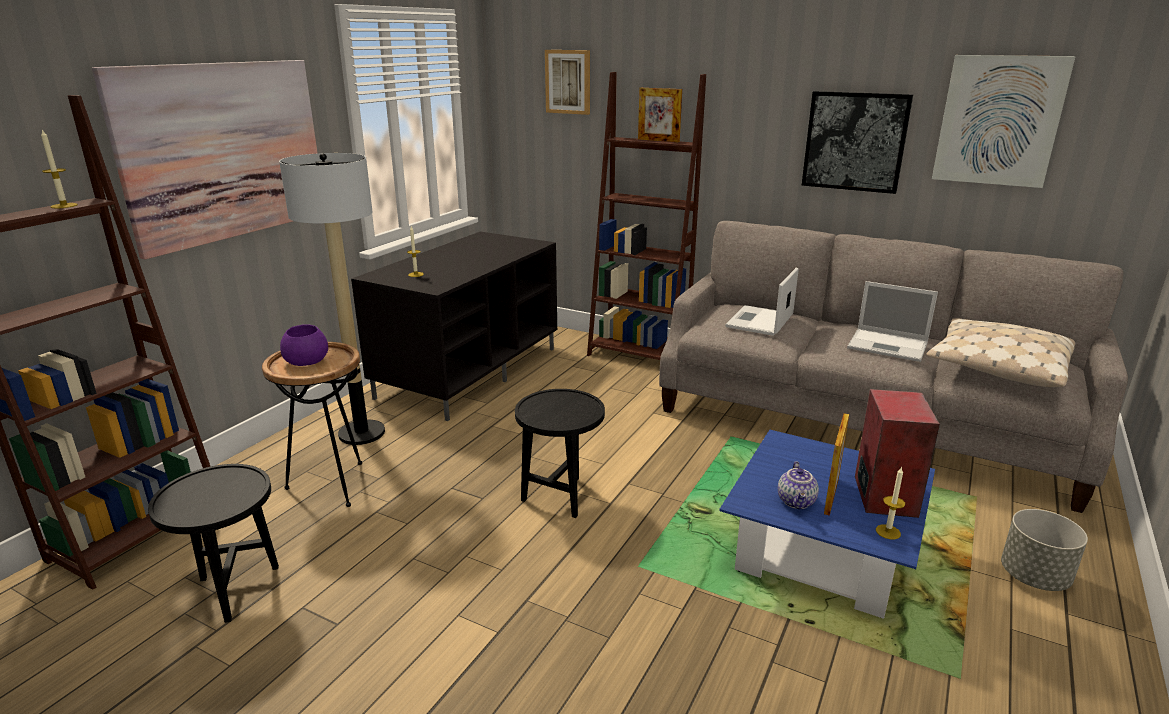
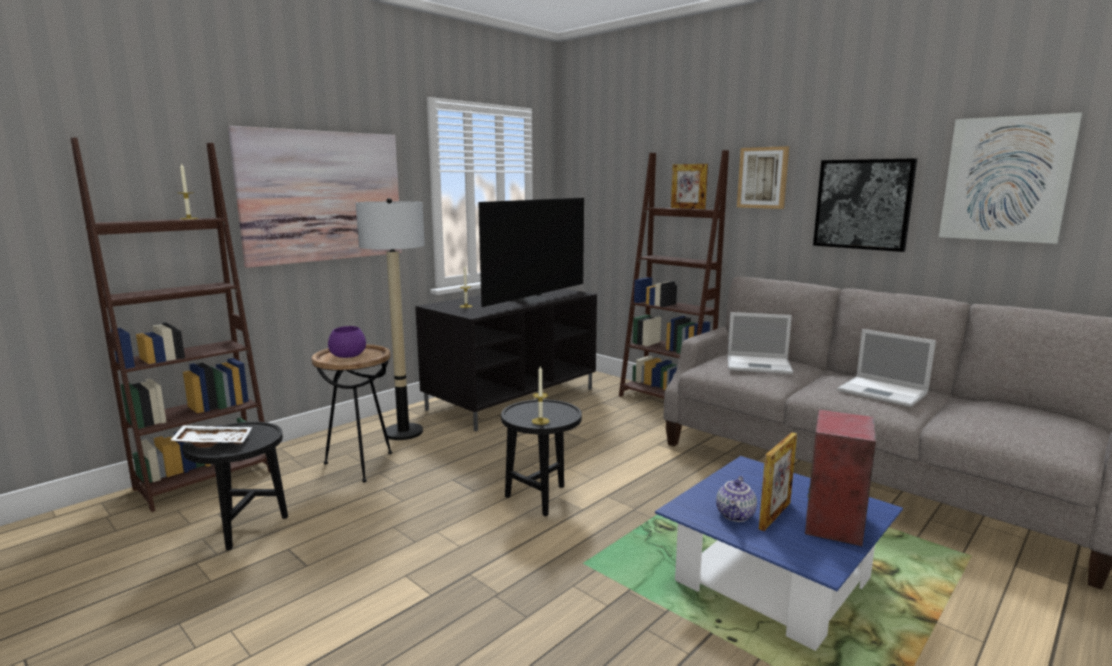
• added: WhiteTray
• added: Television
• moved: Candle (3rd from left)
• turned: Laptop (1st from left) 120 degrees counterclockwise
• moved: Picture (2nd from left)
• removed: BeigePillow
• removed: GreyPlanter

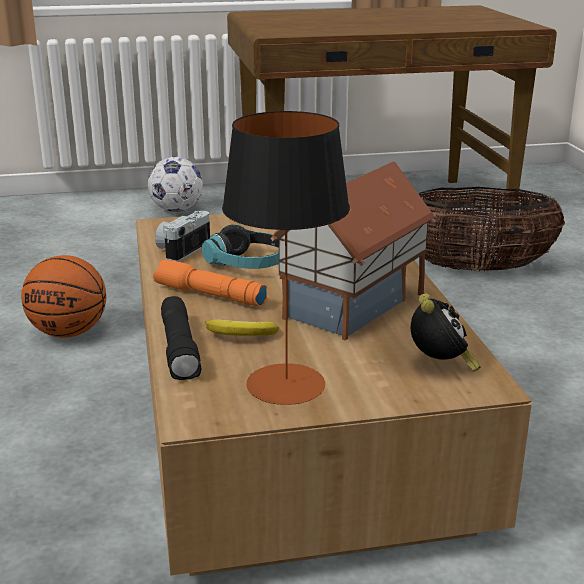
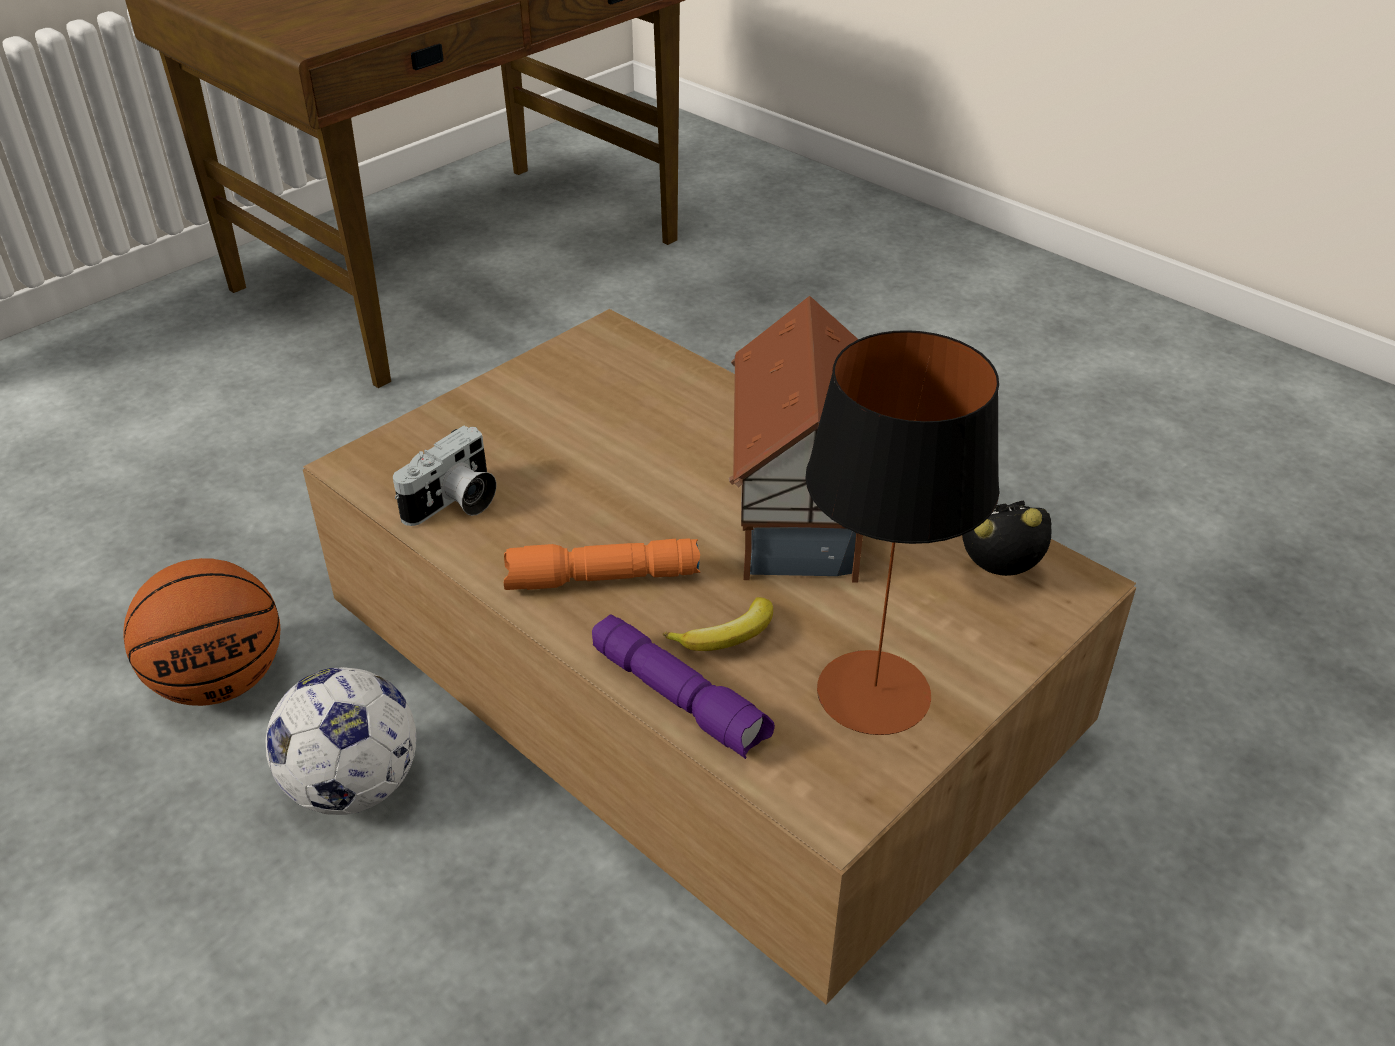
• moved: Football
• turned: PhotoCamera 135 degrees counterclockwise
• recoloured: BlackFlashlight to PurpleFlashlight
• turned: AlarmClock 60 degrees counterclockwise
• removed: Headphones
• removed: Basket

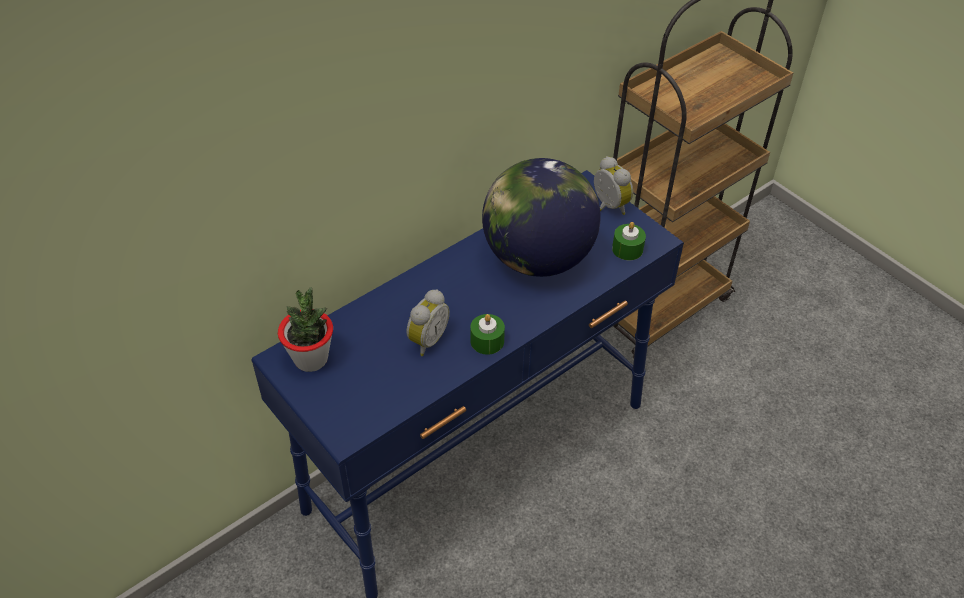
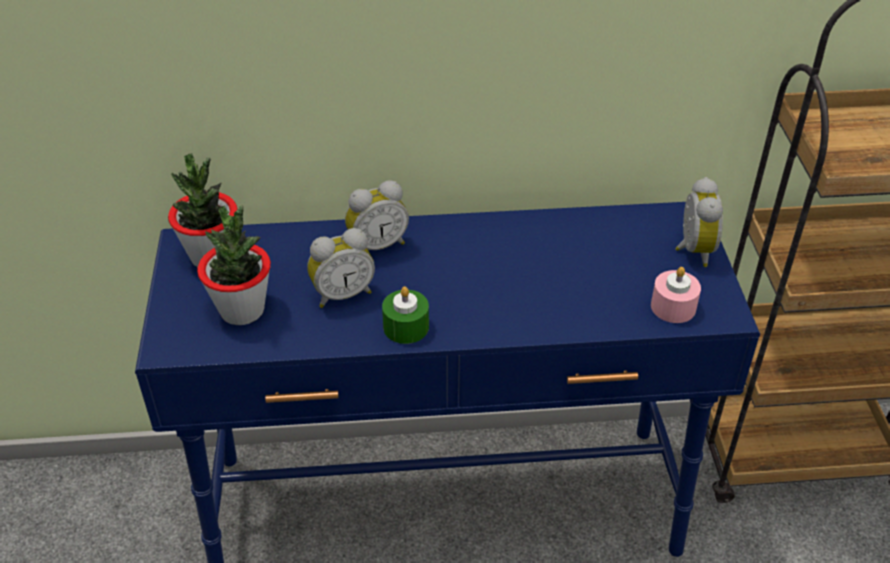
• added: PottedPlant (2nd from left)
• added: AlarmClock (2nd from left)
• recoloured: GreenCandle (2nd from left) to PinkCandle
• removed: Globe

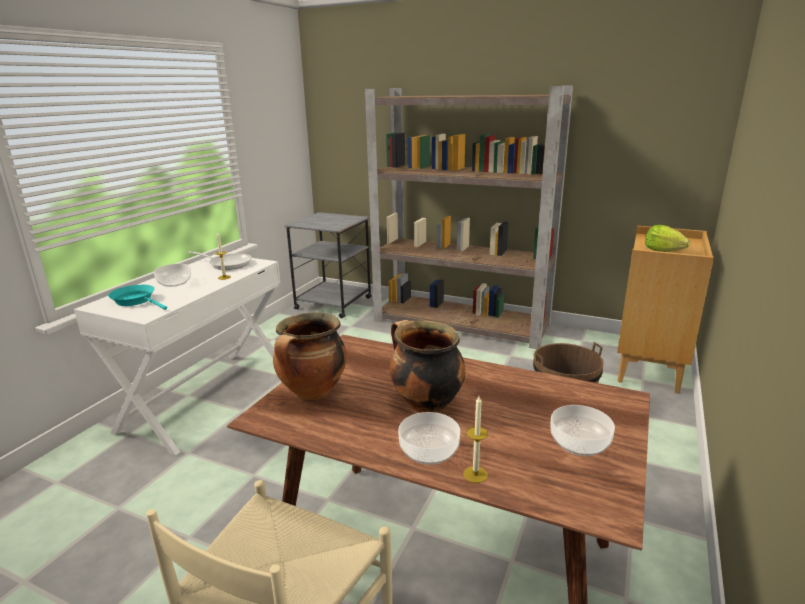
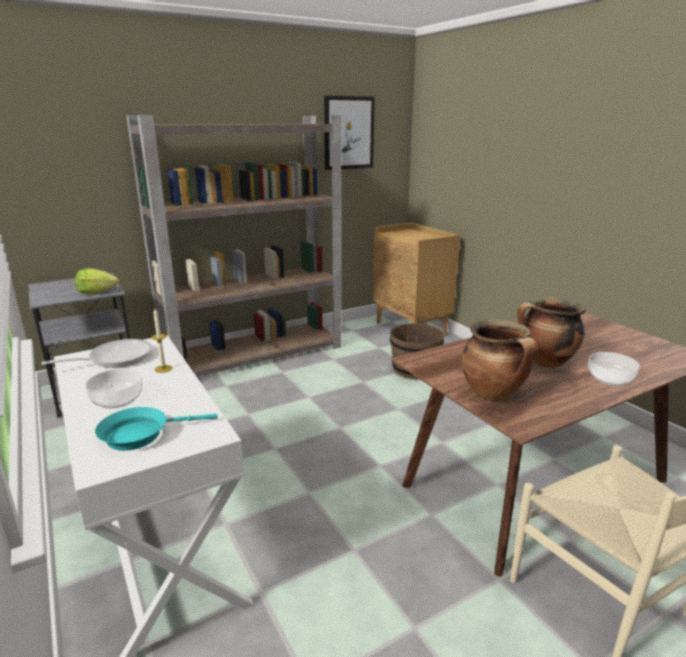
• moved: Lettuce
• added: Picture
• removed: Candle (2nd from left)
• removed: Bowl (3rd from left)

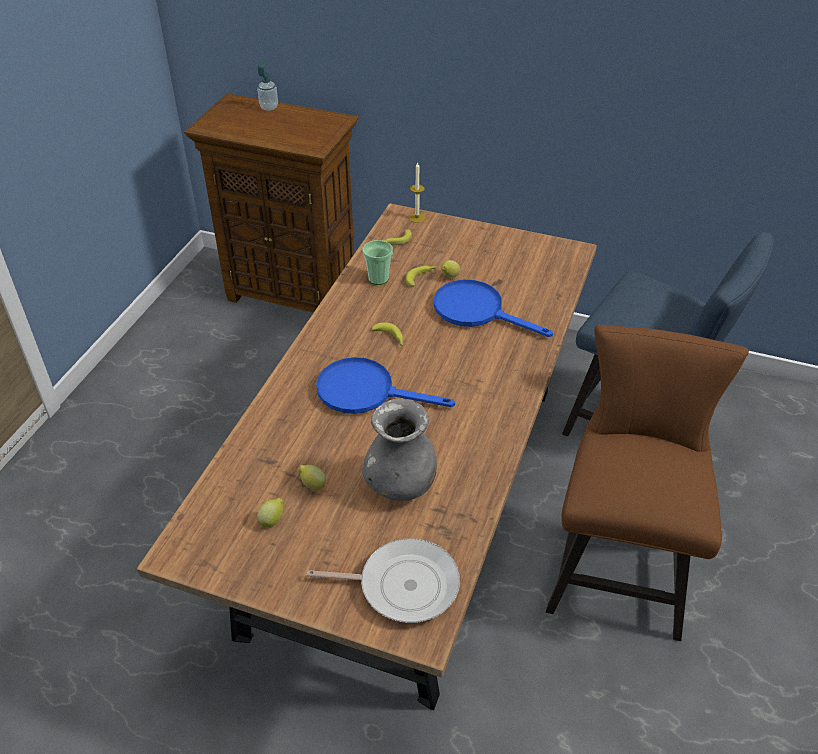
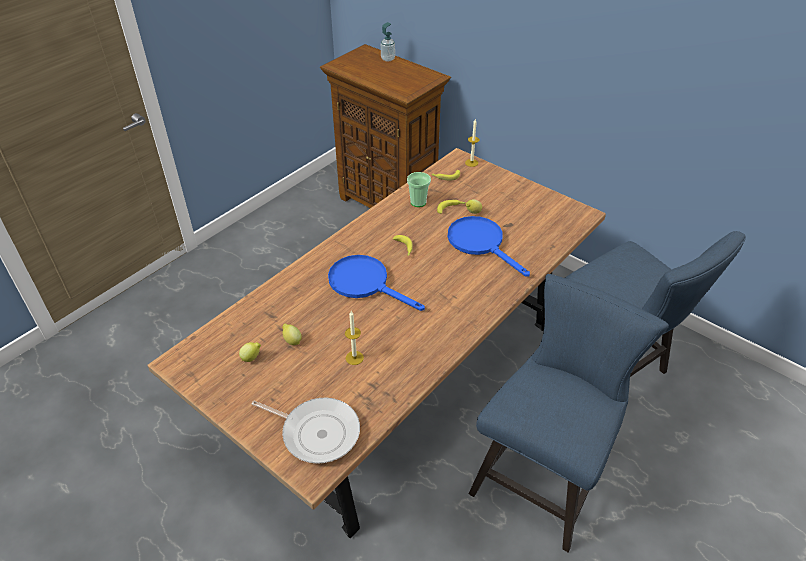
• replaced: GreyVase to Candle (1st from left)
• recoloured: BrownChair to BlueChair (1st from left)

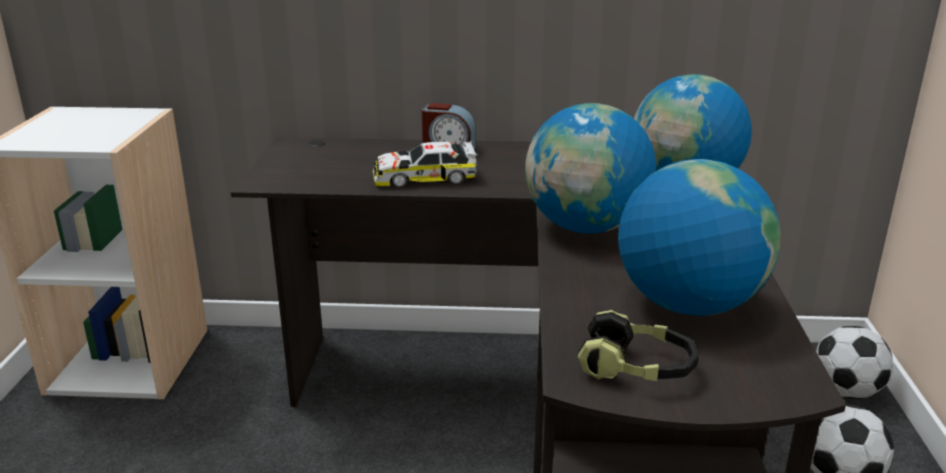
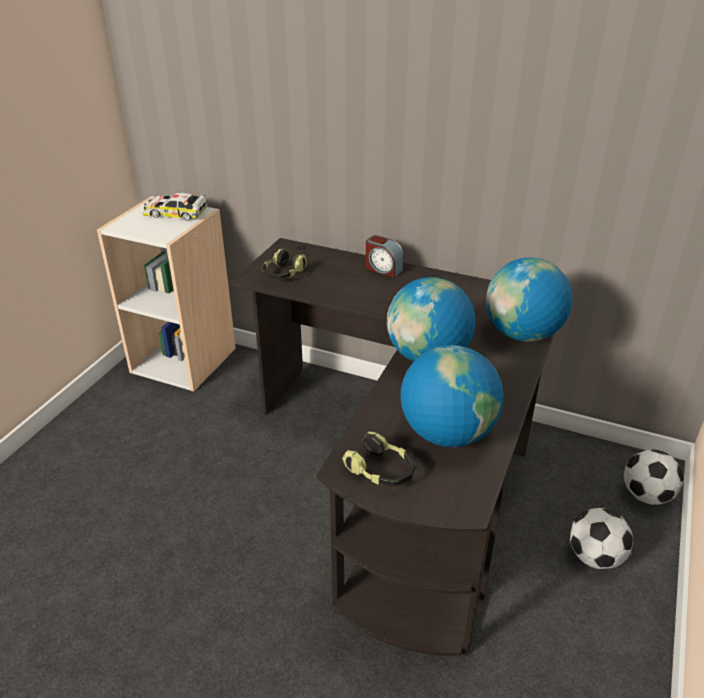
• moved: ToyCar
• added: Headphones (1st from left)

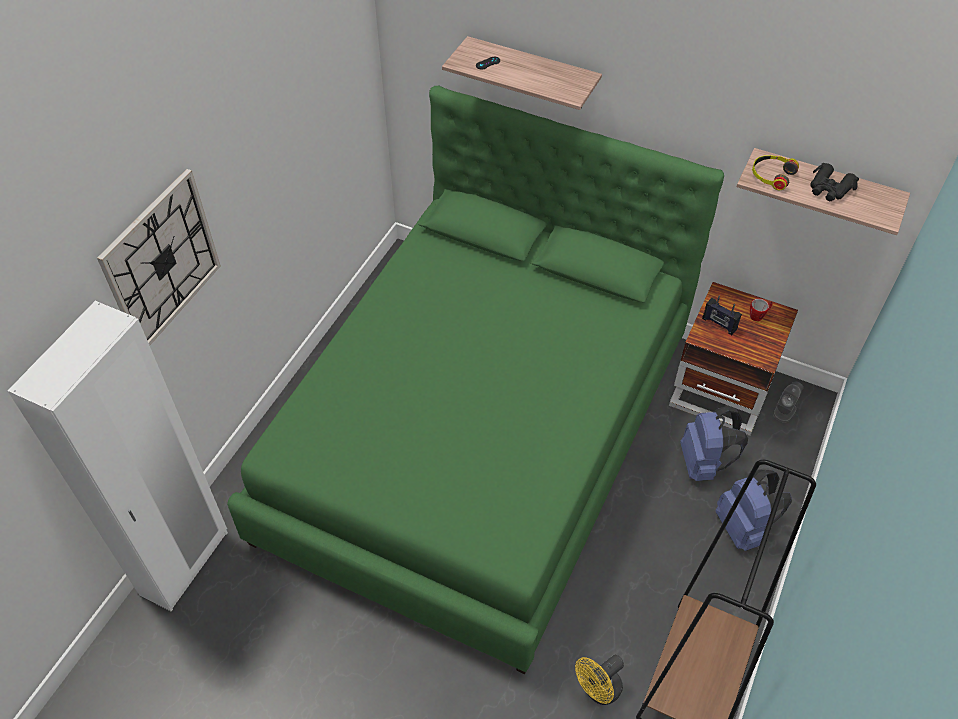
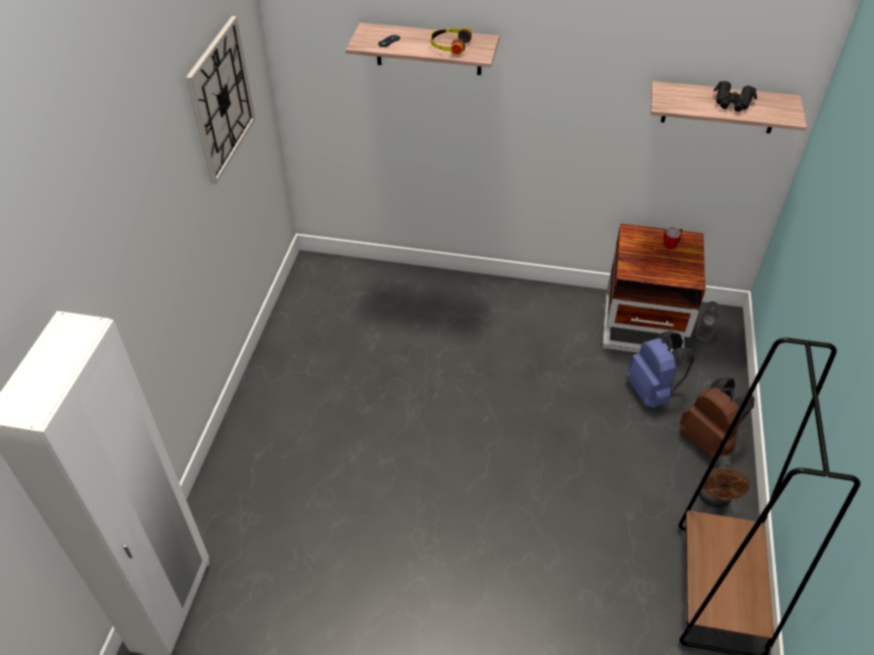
• moved: WallClock
• moved: Headphones
• recoloured: BlueBackpack (2nd from left) to BrownBackpack
• added: BrownFan
• removed: GreenBed
• removed: YellowFan
• removed: Radio

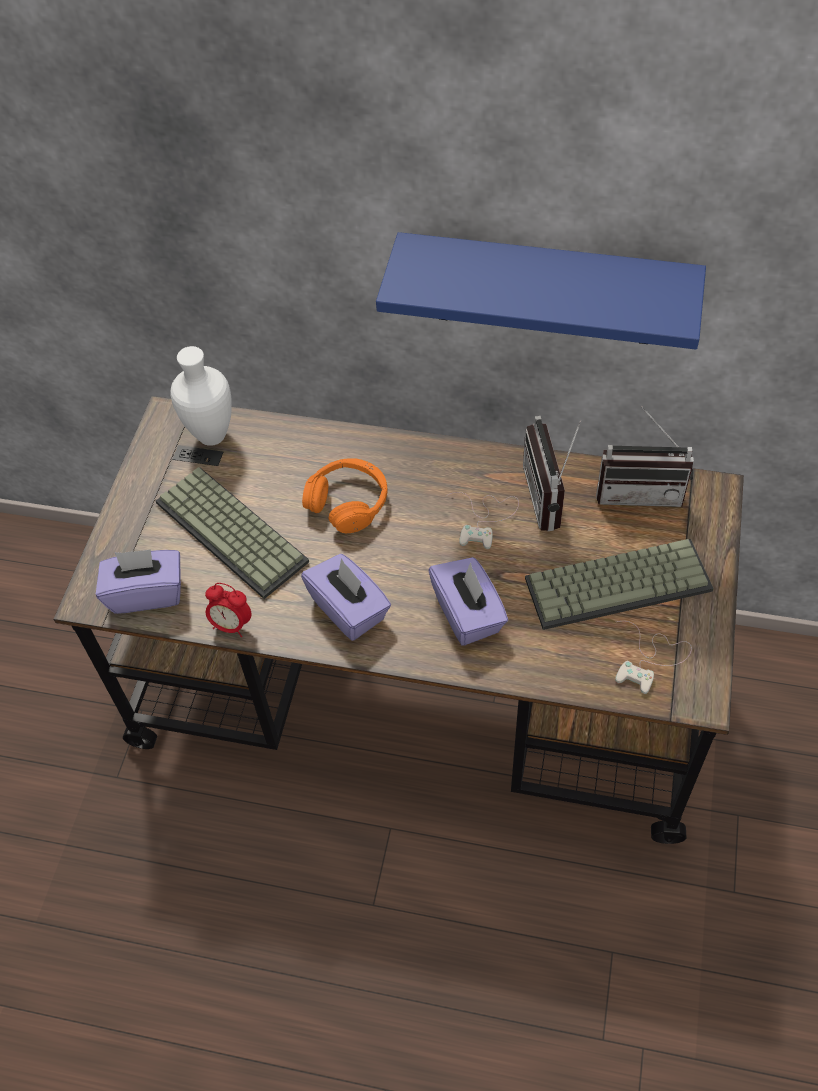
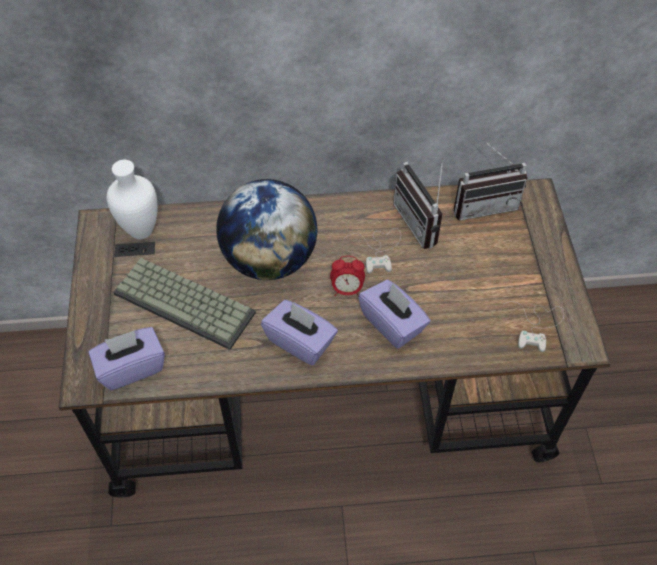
• replaced: OrangeHeadphones to Globe
• moved: AlarmClock
• removed: BlueShelf
• removed: Keyboard (2nd from left)

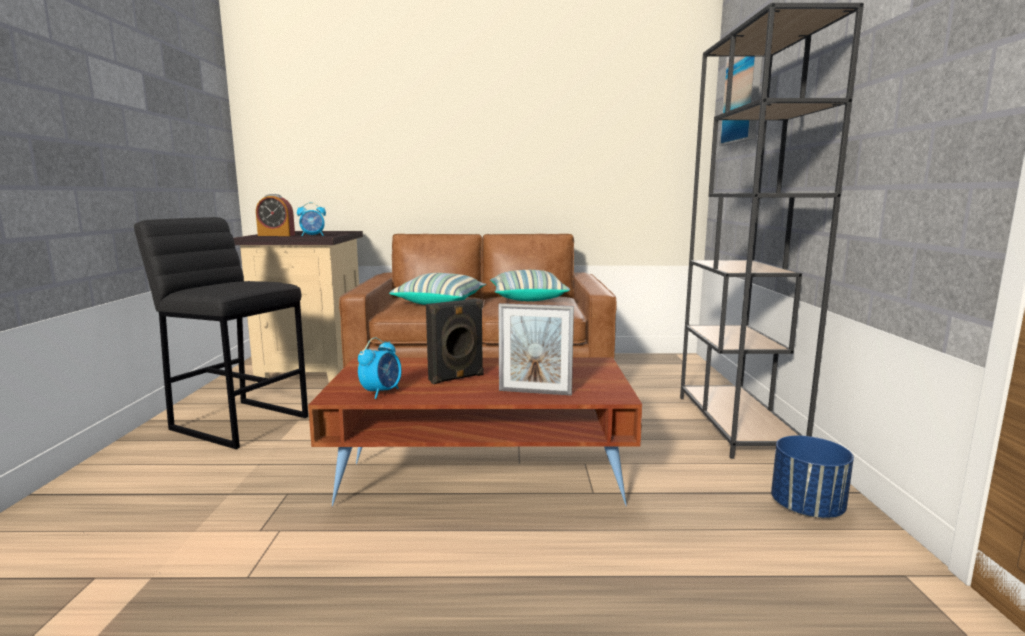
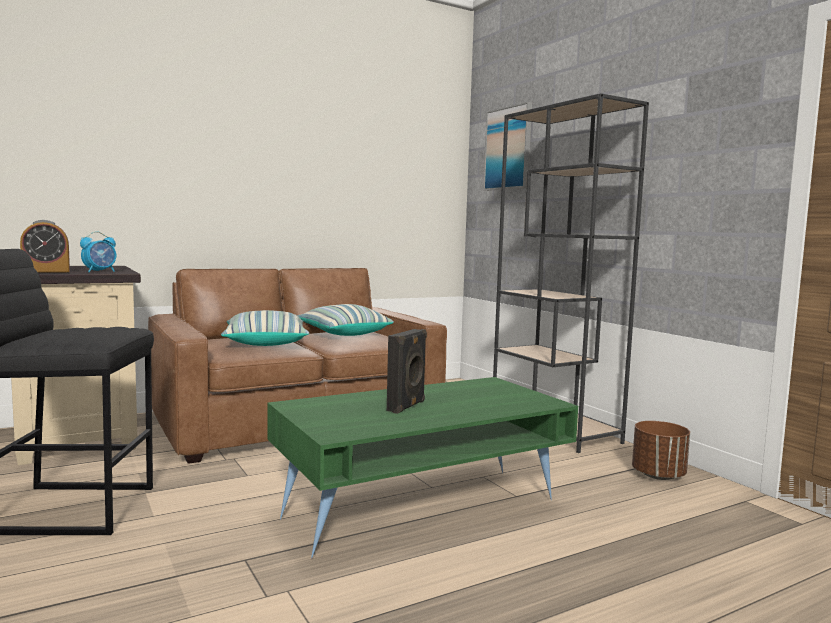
• recoloured: BrownCoffeeTable to GreenCoffeeTable
• recoloured: BluePlanter to BrownPlanter
• removed: AlarmClock (3rd from left)
• removed: PictureFrame

